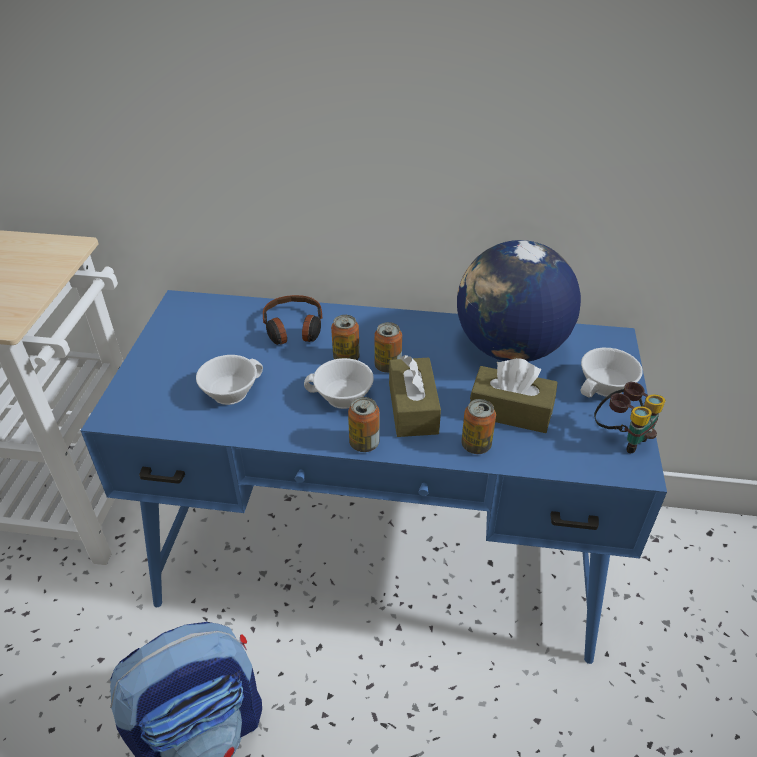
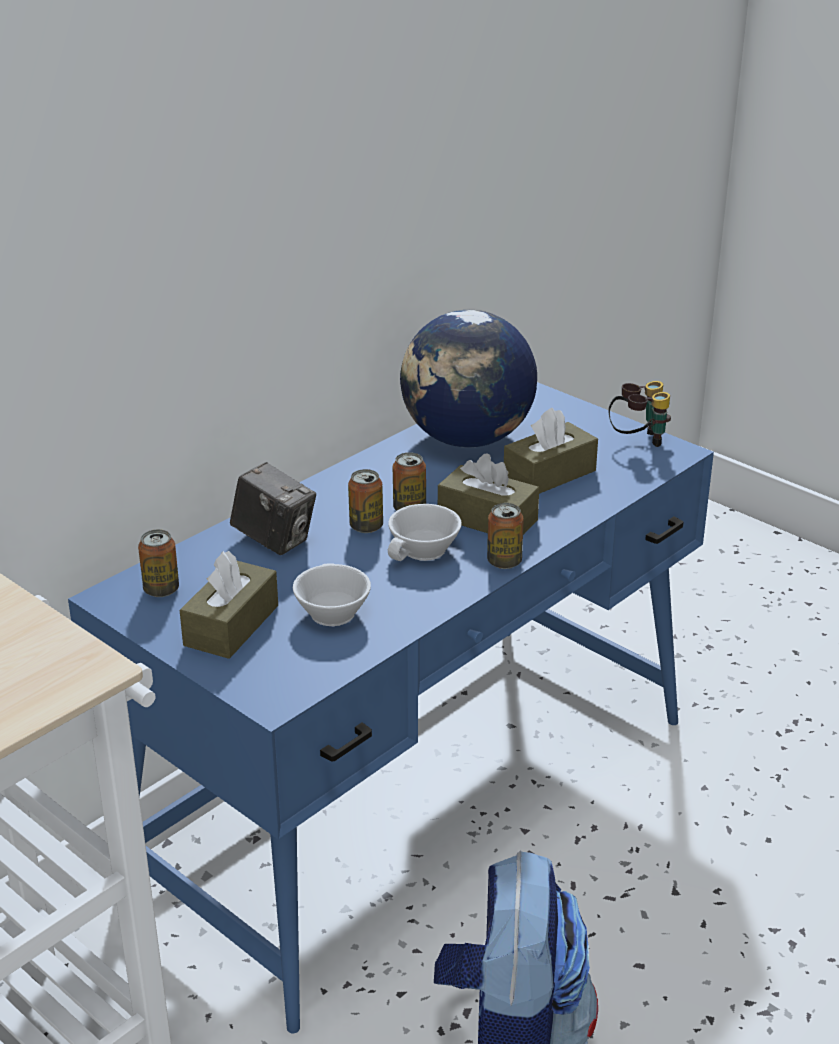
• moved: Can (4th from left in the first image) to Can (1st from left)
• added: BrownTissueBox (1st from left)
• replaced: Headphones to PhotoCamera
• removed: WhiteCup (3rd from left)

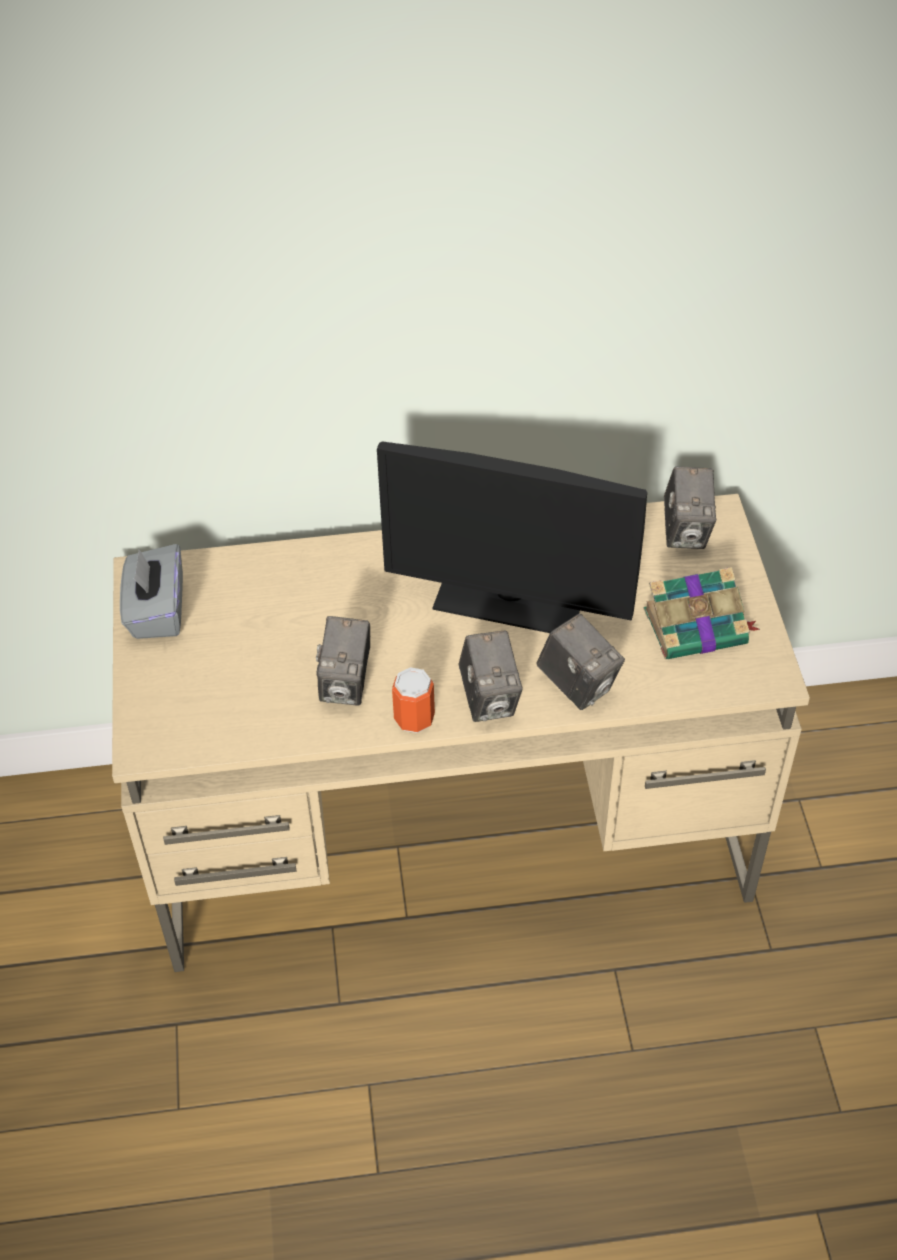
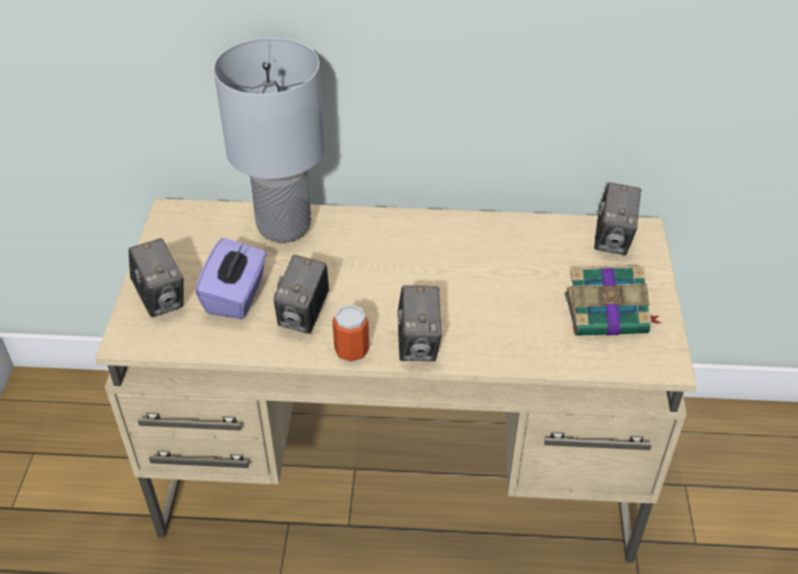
• moved: PhotoCamera (3rd from left in the first image) to PhotoCamera (1st from left)
• added: PurpleTissueBox
• added: GreyTableLamp
• removed: GreyTissueBox
• removed: Monitor

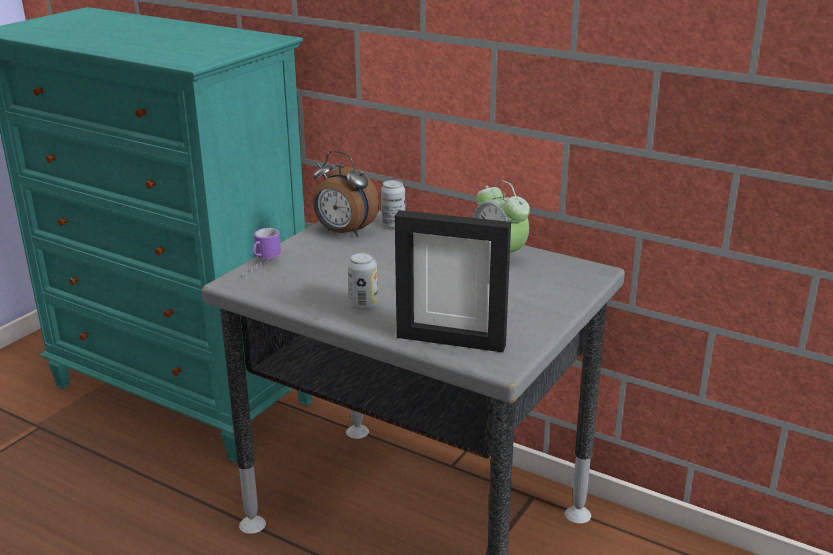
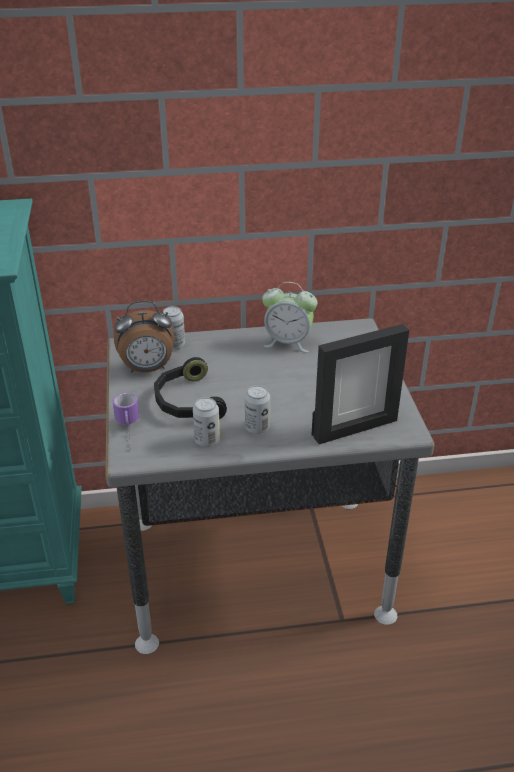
• added: BlackHeadphones
• added: Can (2nd from left)

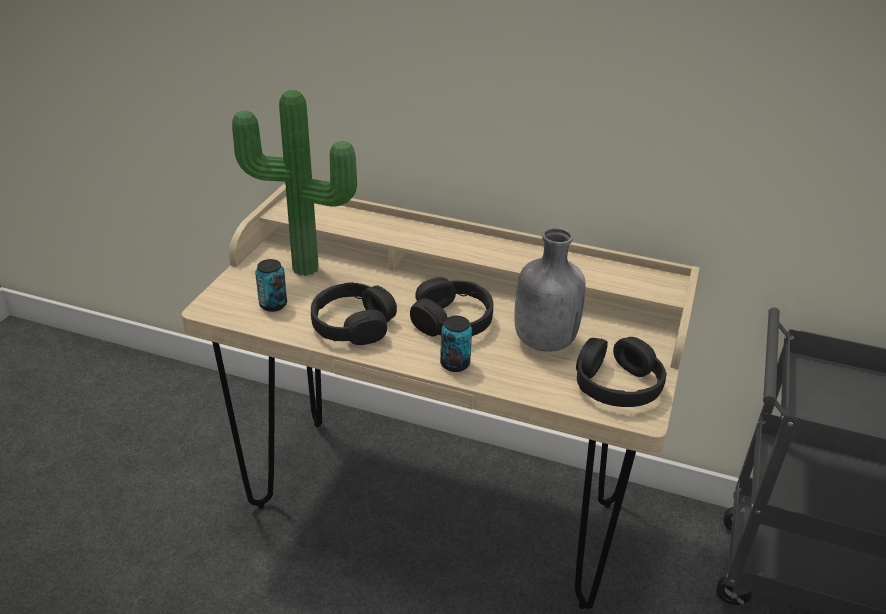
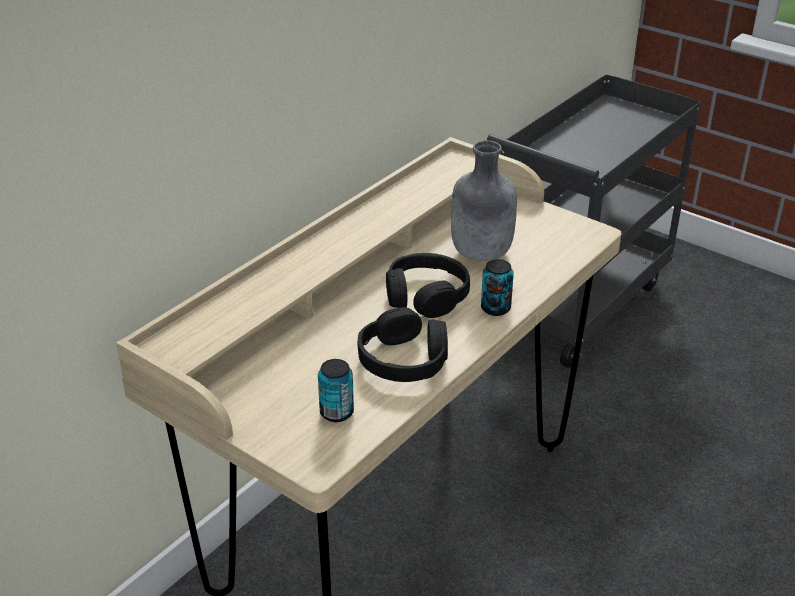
• removed: PottedPlant
• removed: BlackHeadphones (3rd from left)

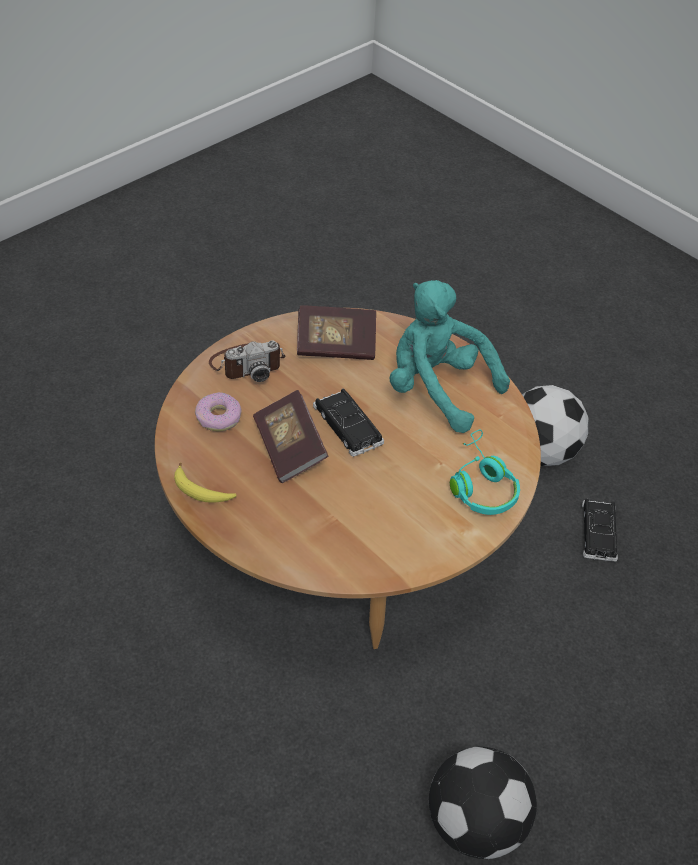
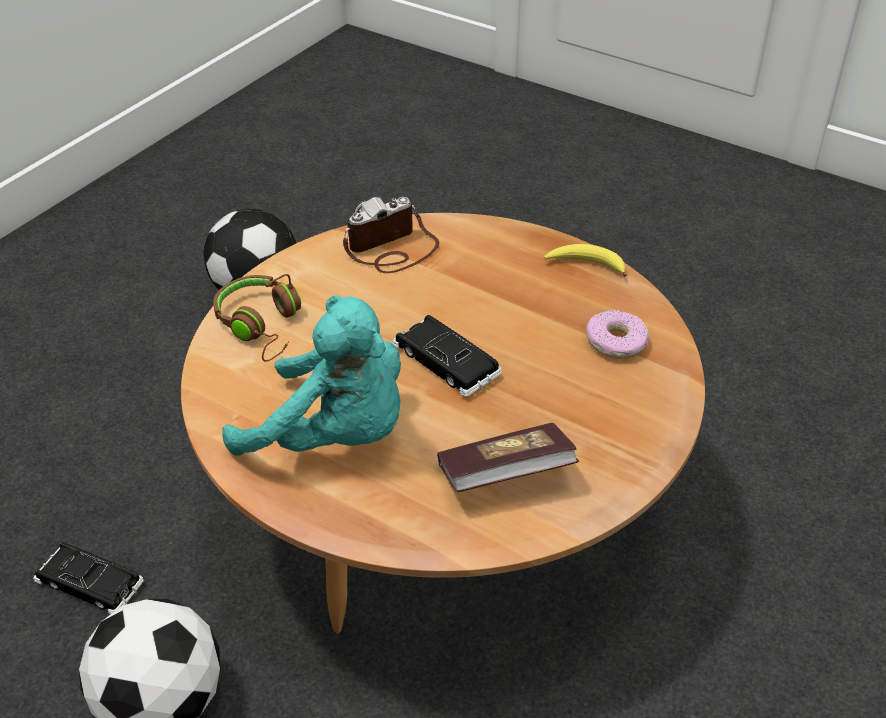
• turned: BlackToyCar (2nd from left in the first image) 120 degrees clockwise
• recoloured: TurquoiseHeadphones to BrownHeadphones
• moved: PhotoCamera
• removed: Book (1st from left)

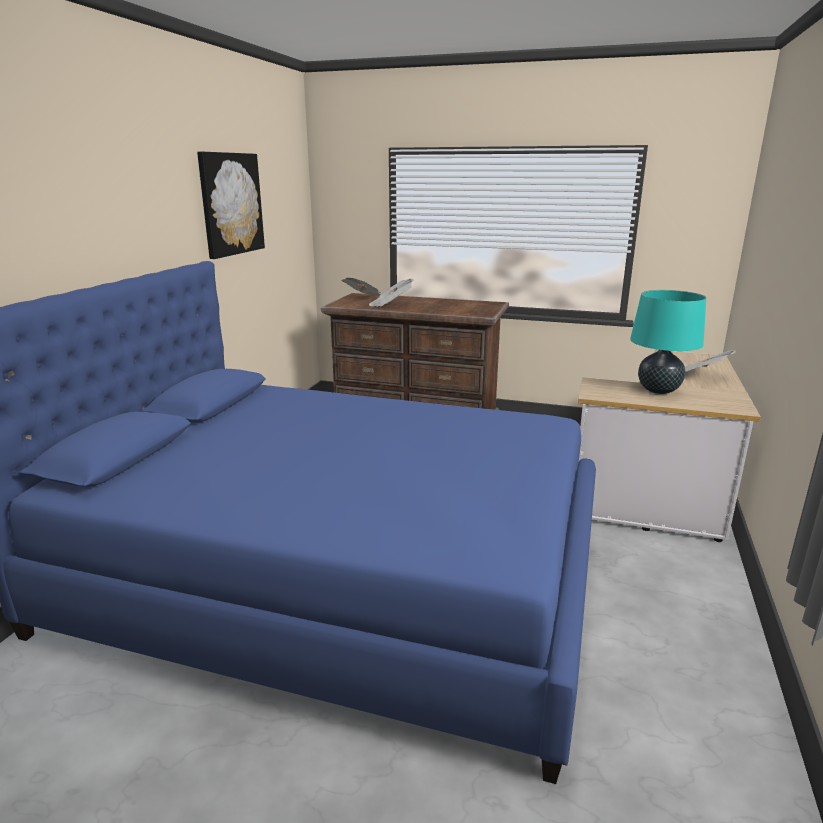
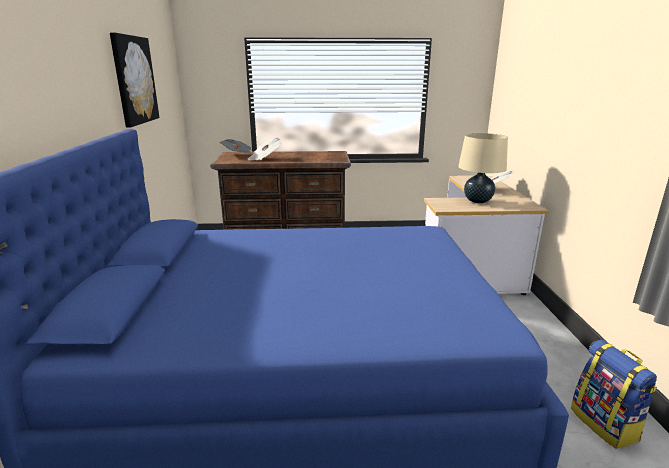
• recoloured: TurquoiseTableLamp to BeigeTableLamp
• added: Backpack

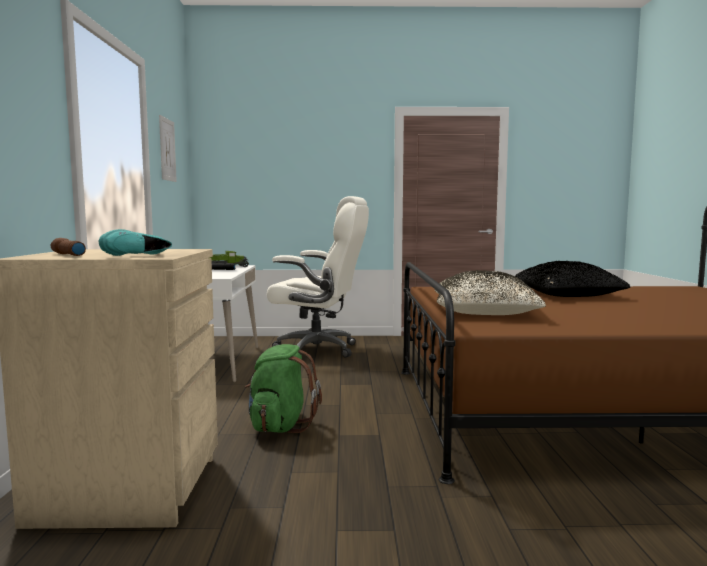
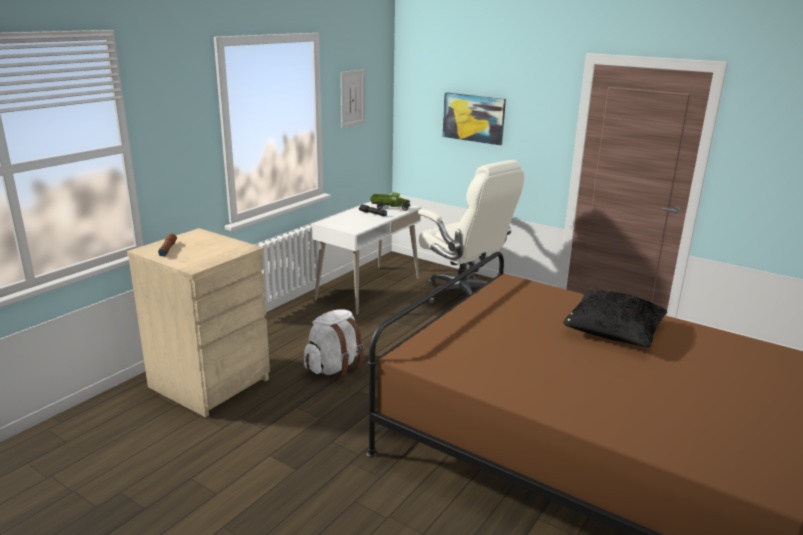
• recoloured: GreenBackpack to WhiteBackpack
• added: Picture (2nd from left)
• removed: TurquoiseShoe
• removed: BeigePillow

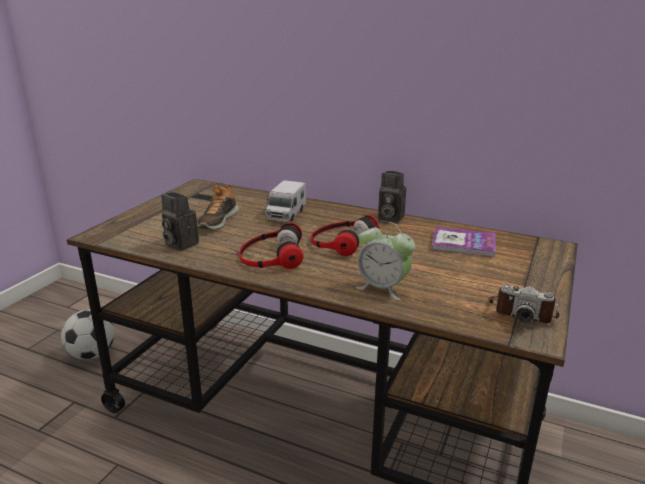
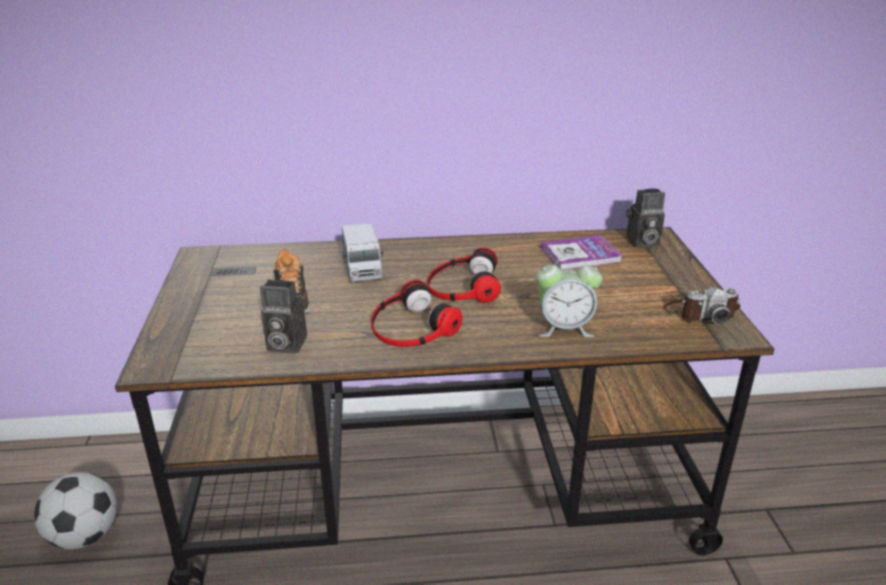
• moved: PhotoCamera (2nd from left)

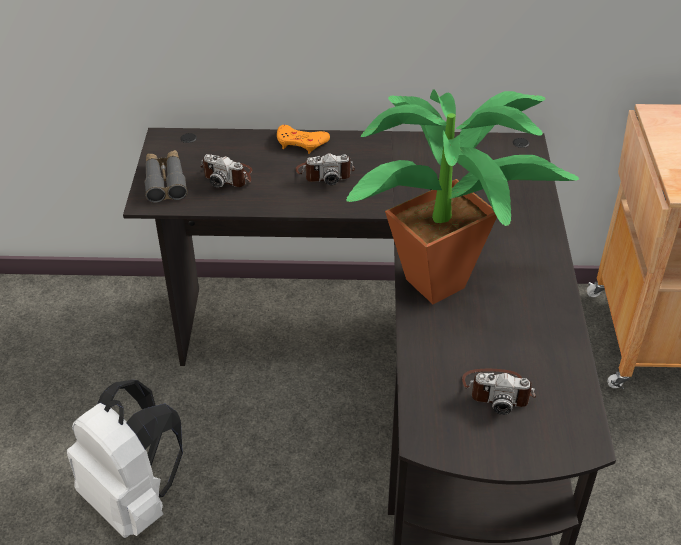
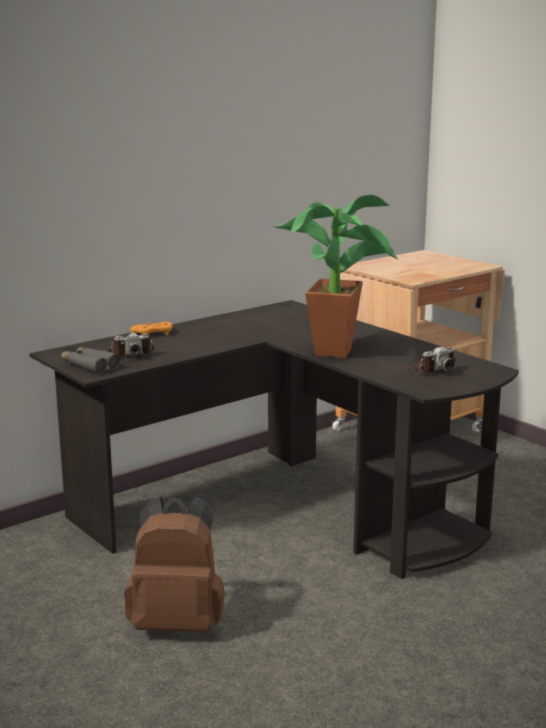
• recoloured: WhiteBackpack to BrownBackpack
• removed: PhotoCamera (2nd from left)

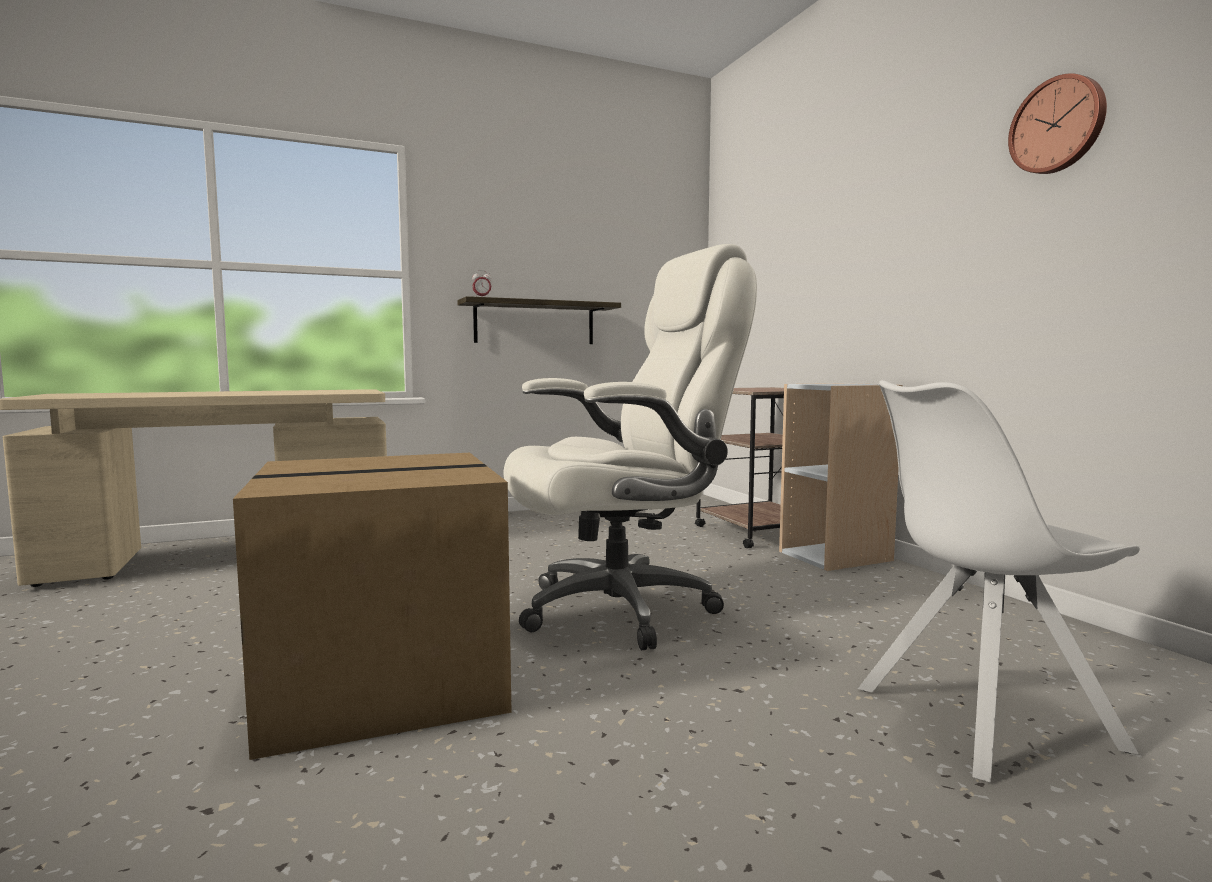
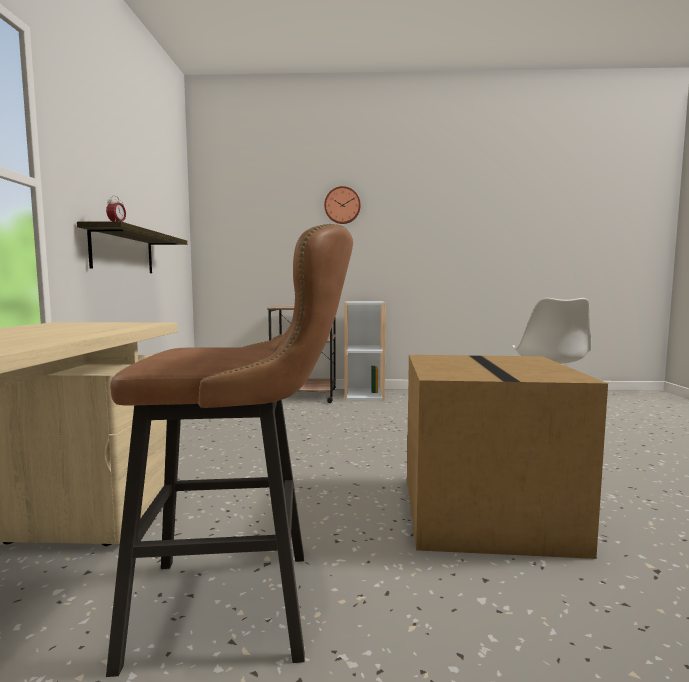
• added: BrownStool
• moved: WallClock
• removed: WhiteOfficeChair

